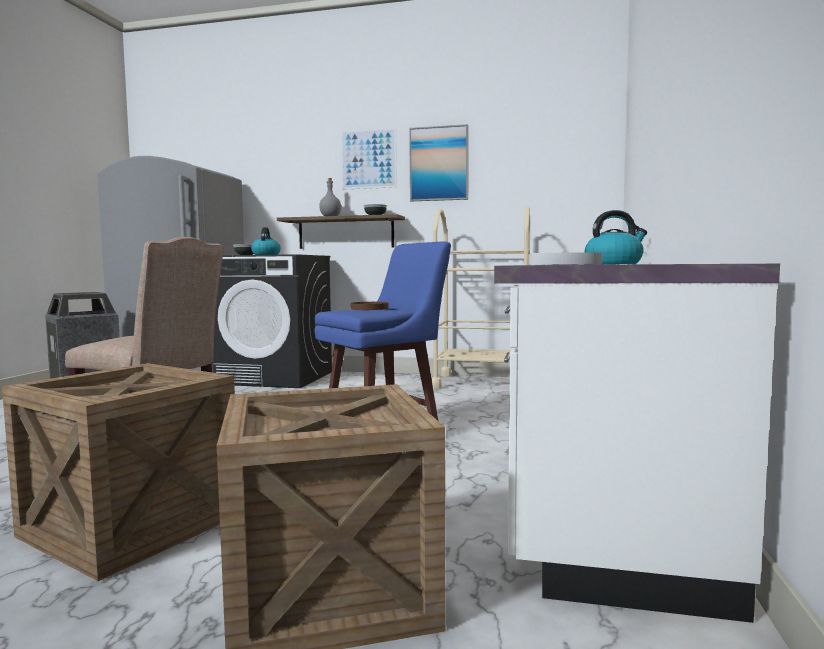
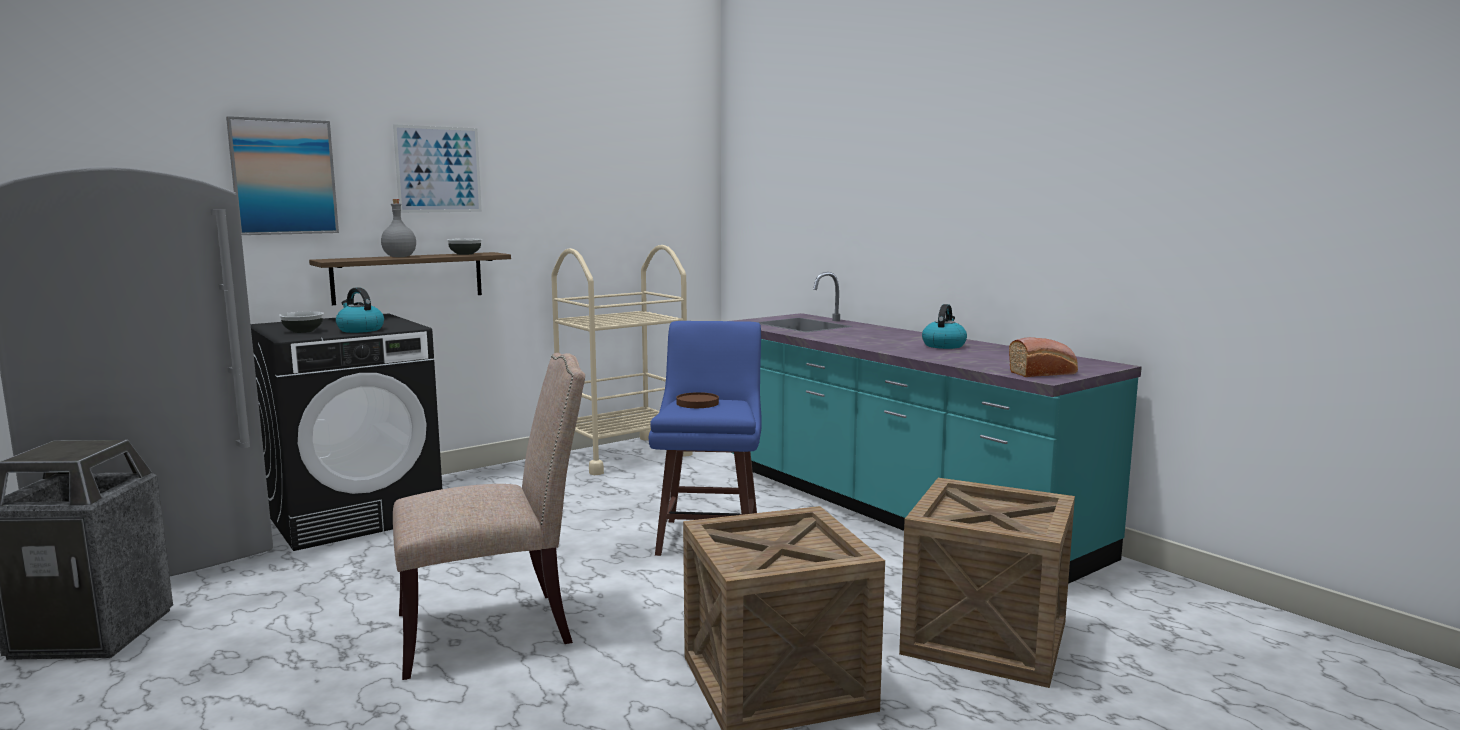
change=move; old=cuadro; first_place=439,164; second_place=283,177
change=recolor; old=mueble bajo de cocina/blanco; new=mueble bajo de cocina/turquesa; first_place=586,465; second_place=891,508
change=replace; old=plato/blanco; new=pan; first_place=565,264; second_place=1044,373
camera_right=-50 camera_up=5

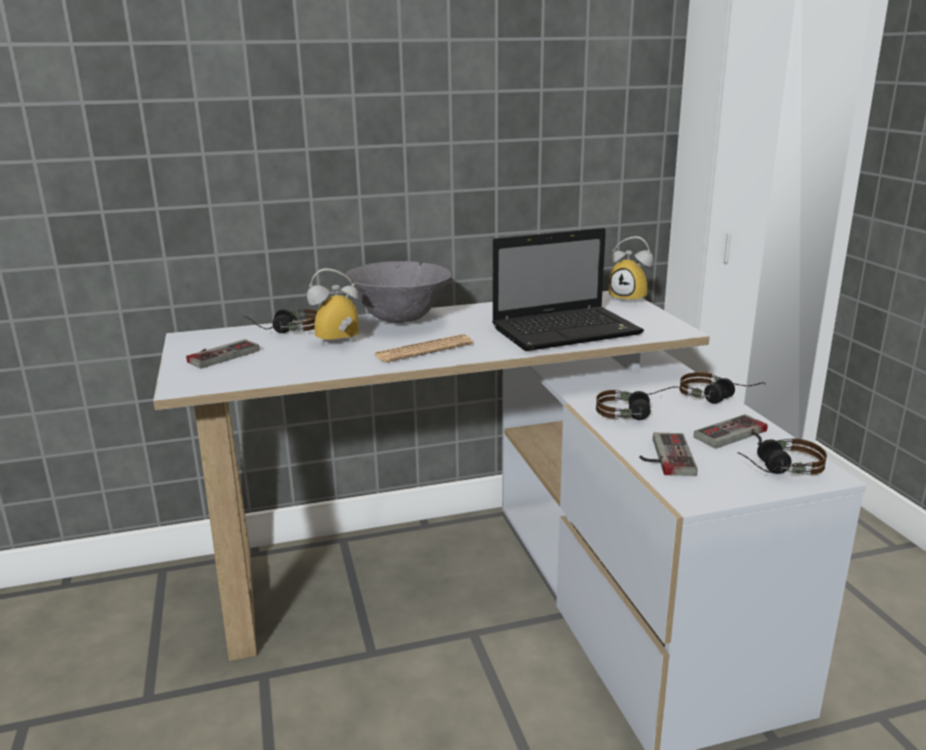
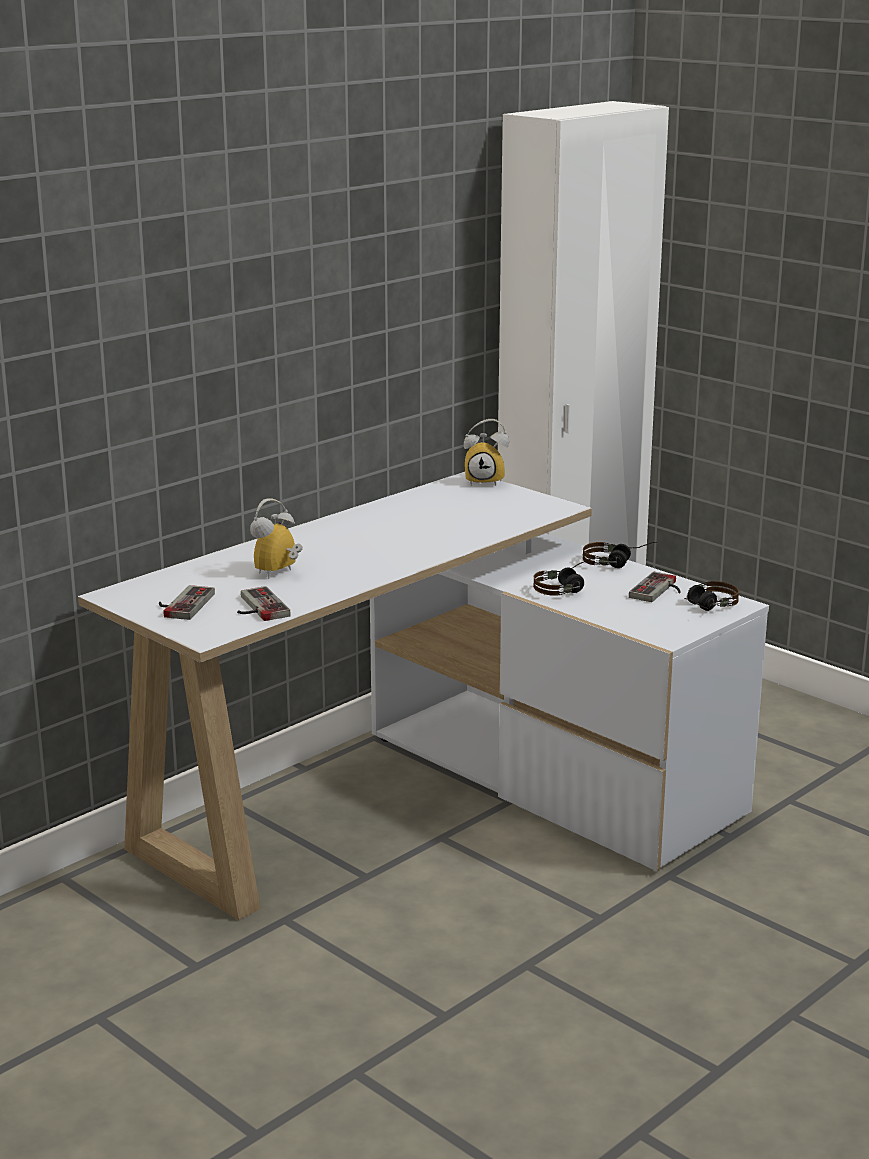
change=delete; old=portátil; first_place=568,330
change=delete; old=cuenco/gris; first_place=399,320
change=delete; old=auriculares; first_place=284,330
change=delete; old=periódico; first_place=423,350
change=move; old=mando de consola; first_place=664,456; second_place=257,607
camera_right=-30 camera_up=0

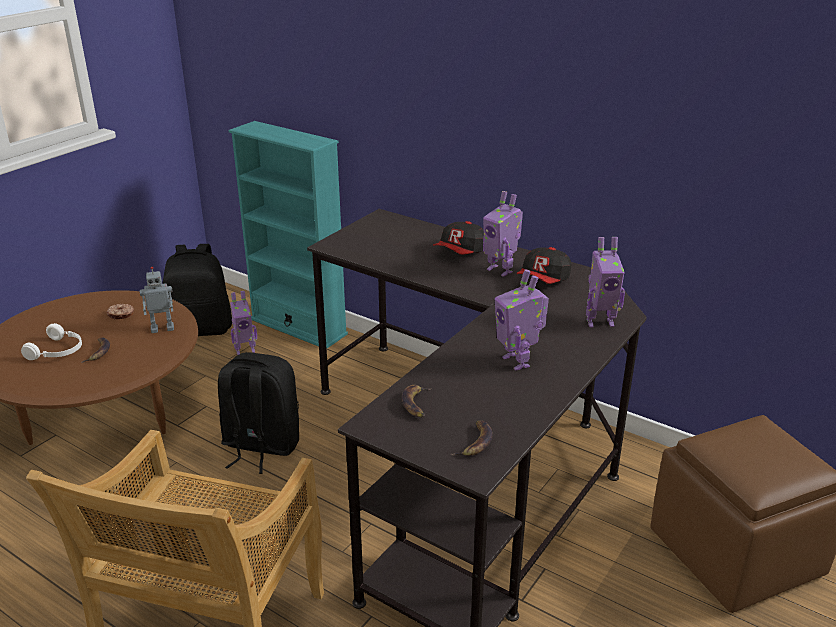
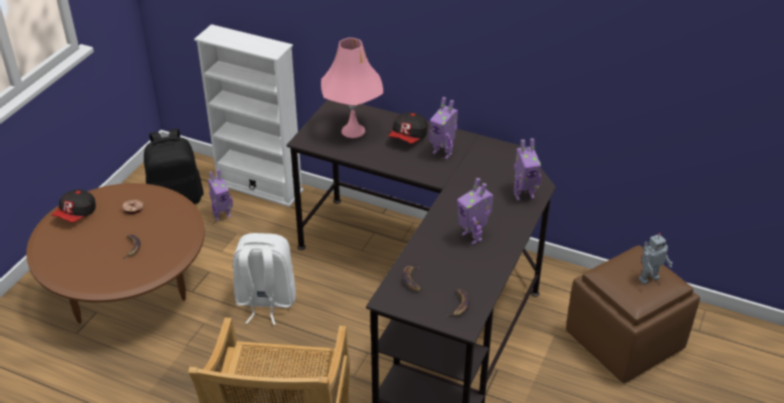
change=recolor; old=estantería/turquesa; new=estantería/blanco; first_place=298,326; second_place=259,187
change=move; old=gorra; first_place=544,280; second_place=76,214
change=move; old=robot de juguete; first_place=162,328; second_place=648,278
change=delete; old=auriculares/blanco; first_place=58,351
change=recolor; old=mochila/negro; new=mochila/blanco; first_place=260,446; second_place=265,301
change=insert; new=lámpara de mesa/rosa; second_place=353,130
camera_right=-10 camera_up=10

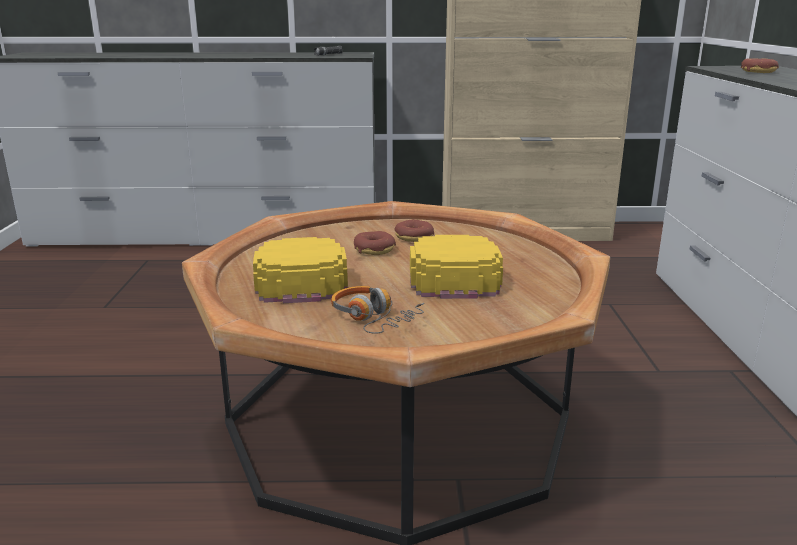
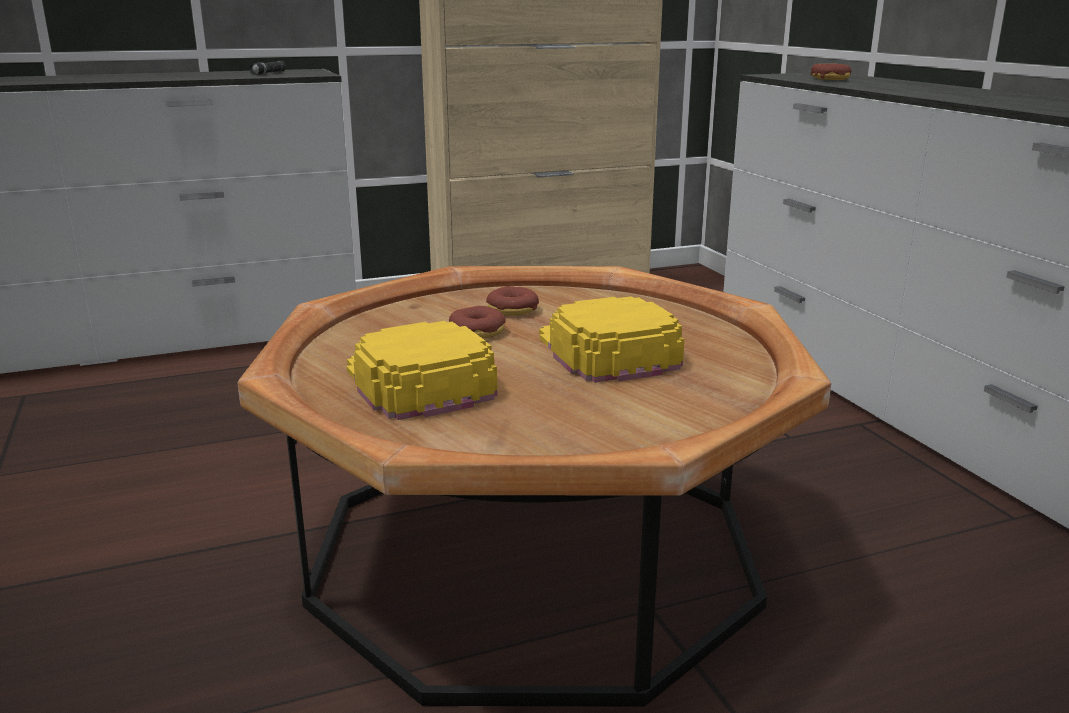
change=delete; old=auriculares; first_place=373,318
camera_right=-20 camera_up=0

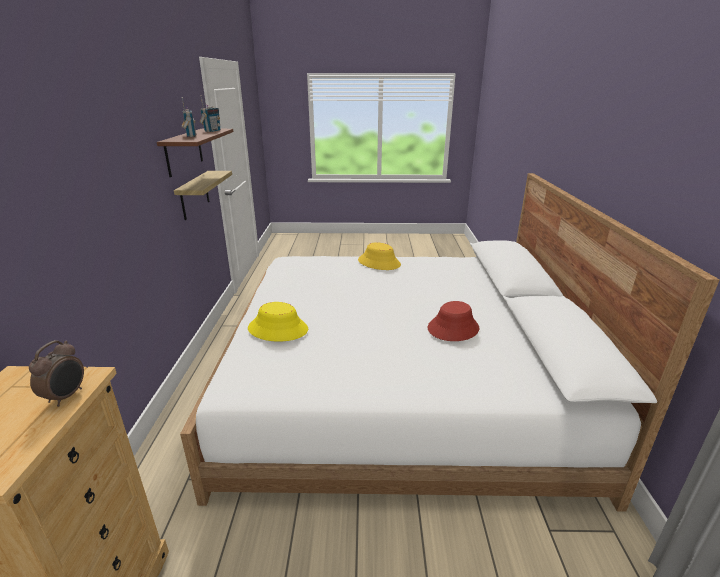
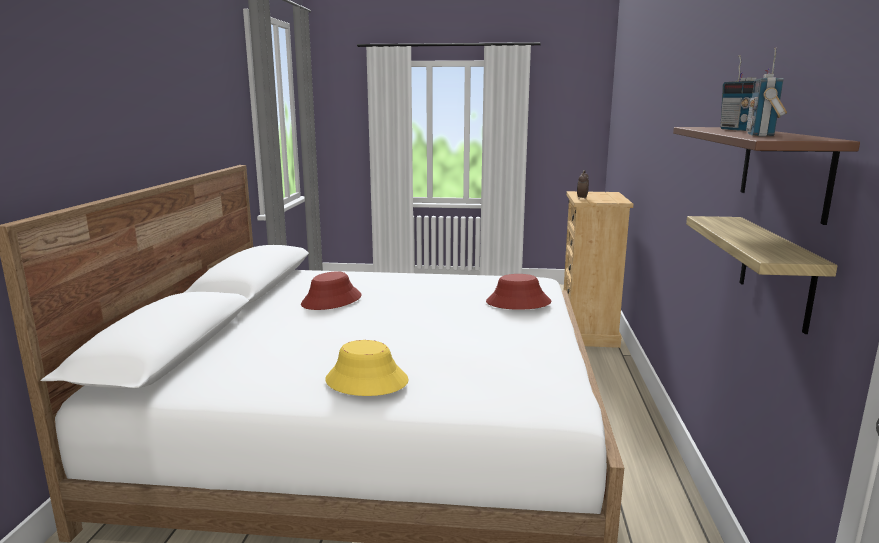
change=recolor; old=sombrero/amarillo; new=sombrero/rojo; first_place=278,329; second_place=518,302
camera_right=-175 camera_up=-10

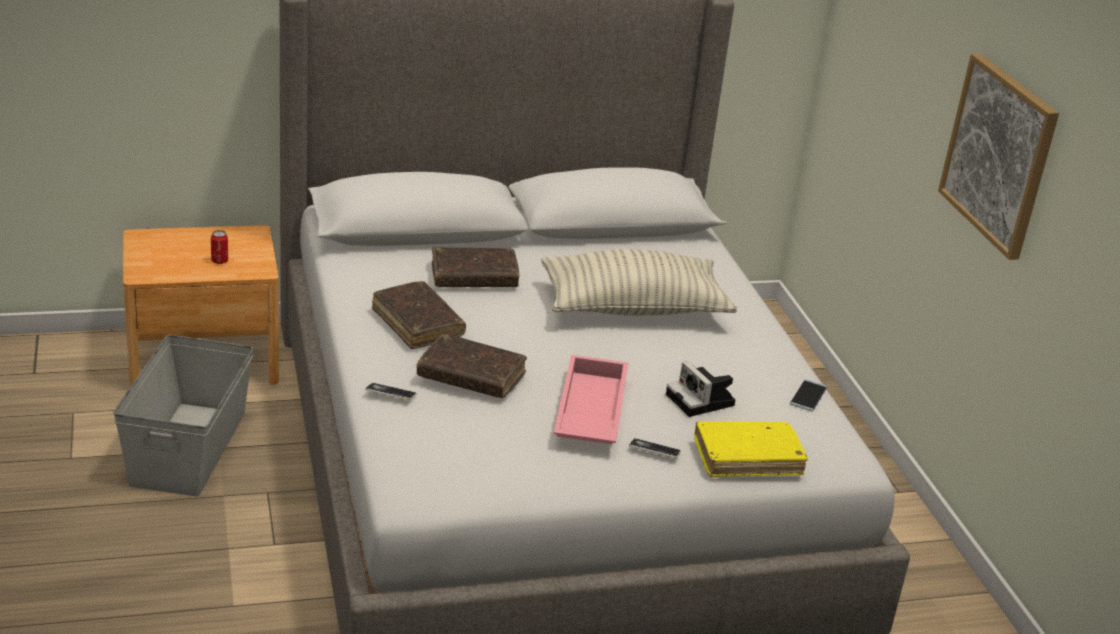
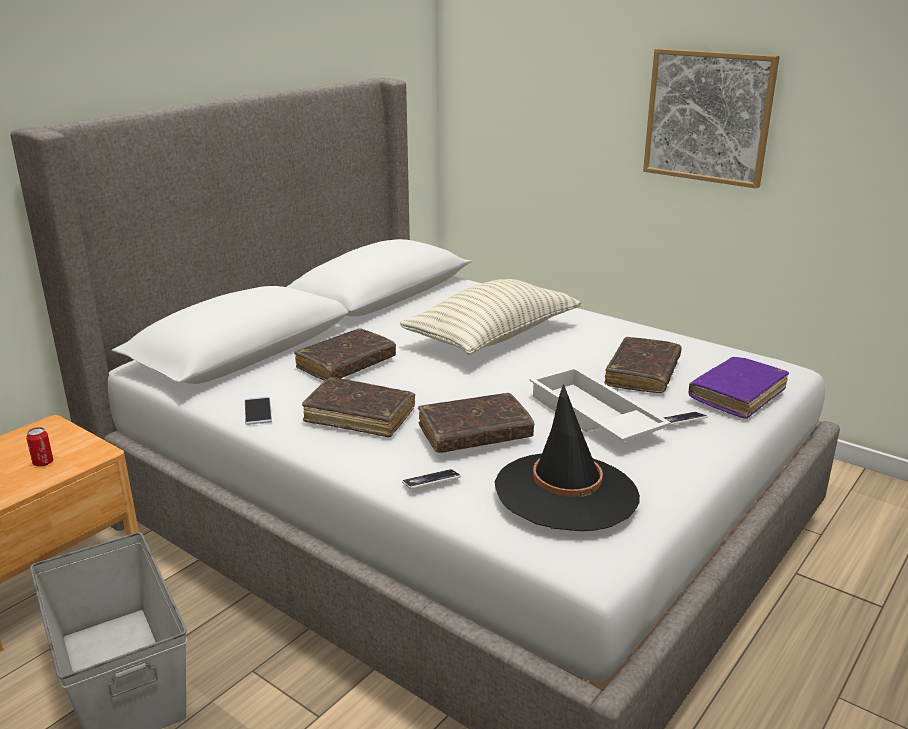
change=recolor; old=bandeja/rosa; new=bandeja/blanco; first_place=588,411; second_place=592,417
change=replace; old=cámara; new=libro/marrón; first_place=702,401; second_place=642,374
change=move; old=móvil; first_place=808,396; second_place=258,411
change=recolor; old=libro/amarillo; new=libro/morado; first_place=747,458; second_place=737,395
change=insert; new=sombrero/negro; second_place=566,492
camera_right=-35 camera_up=-5

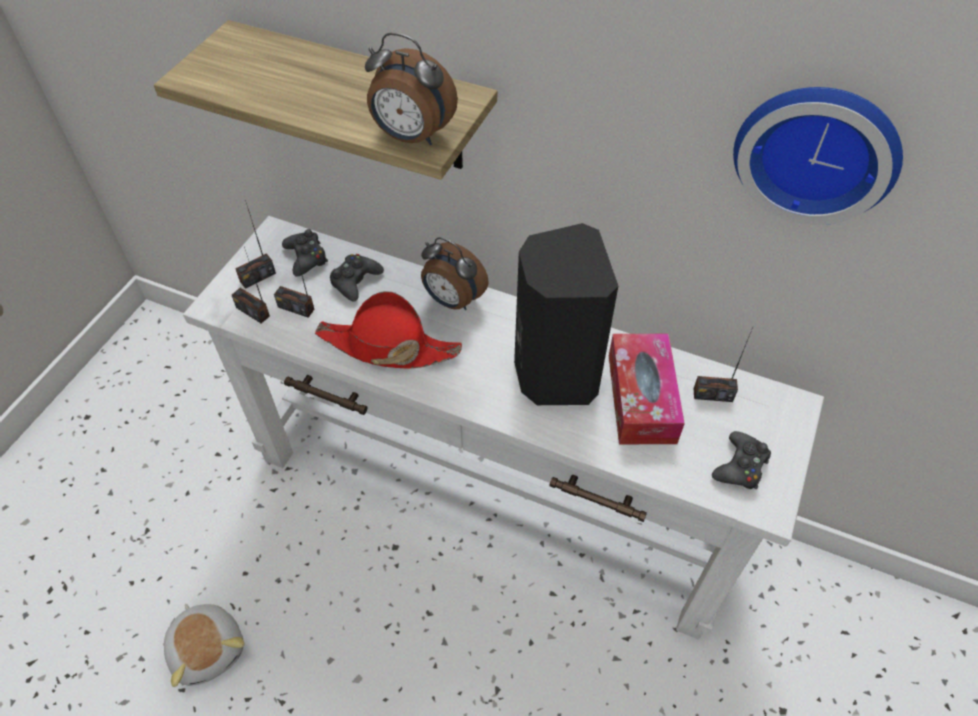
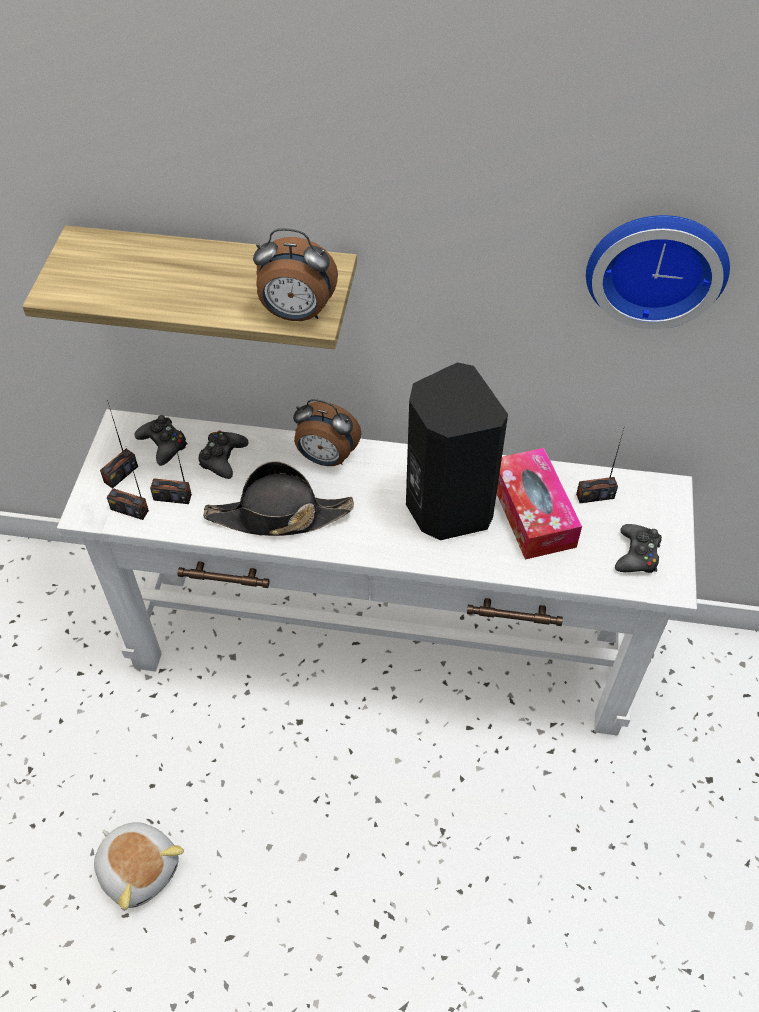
change=recolor; old=sombrero/rojo; new=sombrero/negro; first_place=388,346; second_place=278,516
camera_right=-15 camera_up=0

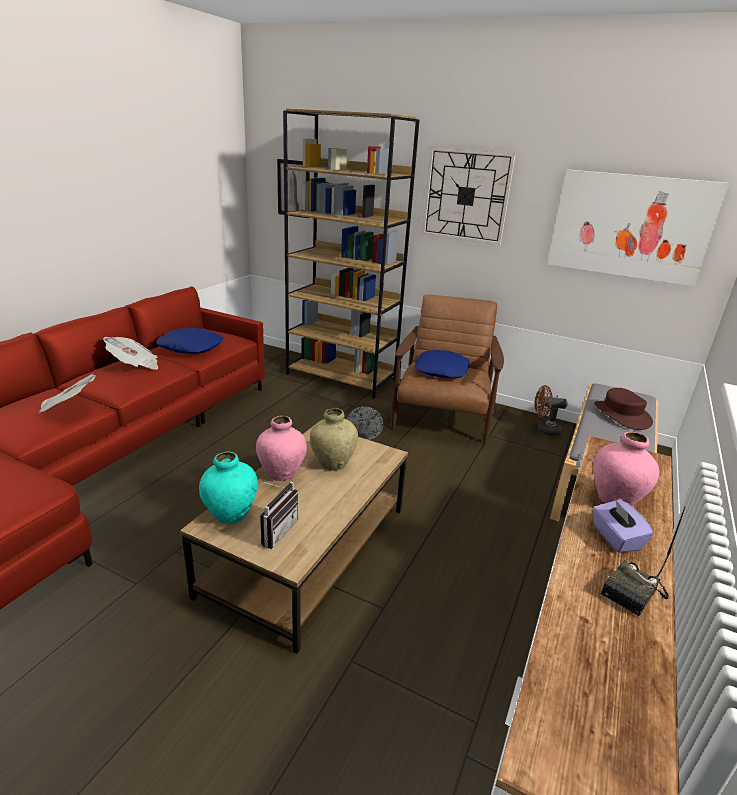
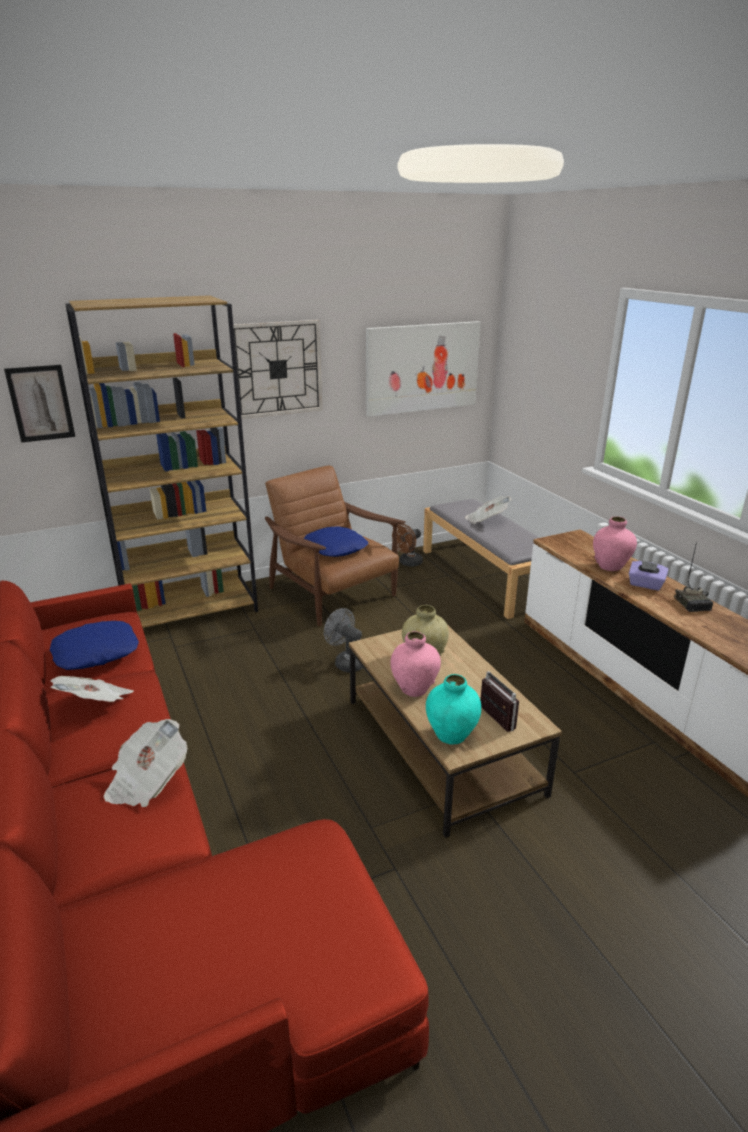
change=replace; old=sombrero/marrón; new=periódico; first_place=621,415; second_place=486,520
camera_right=-50 camera_up=0

